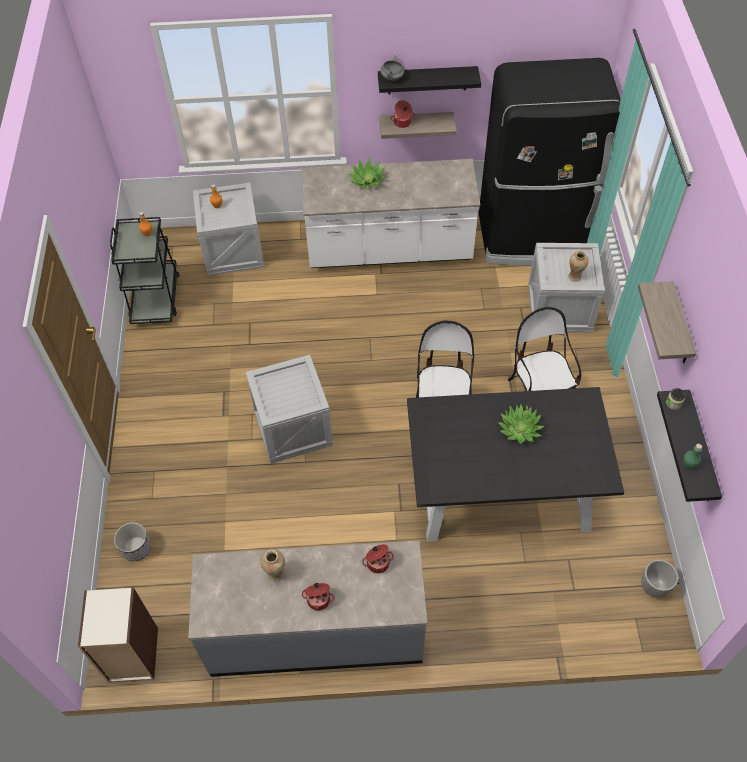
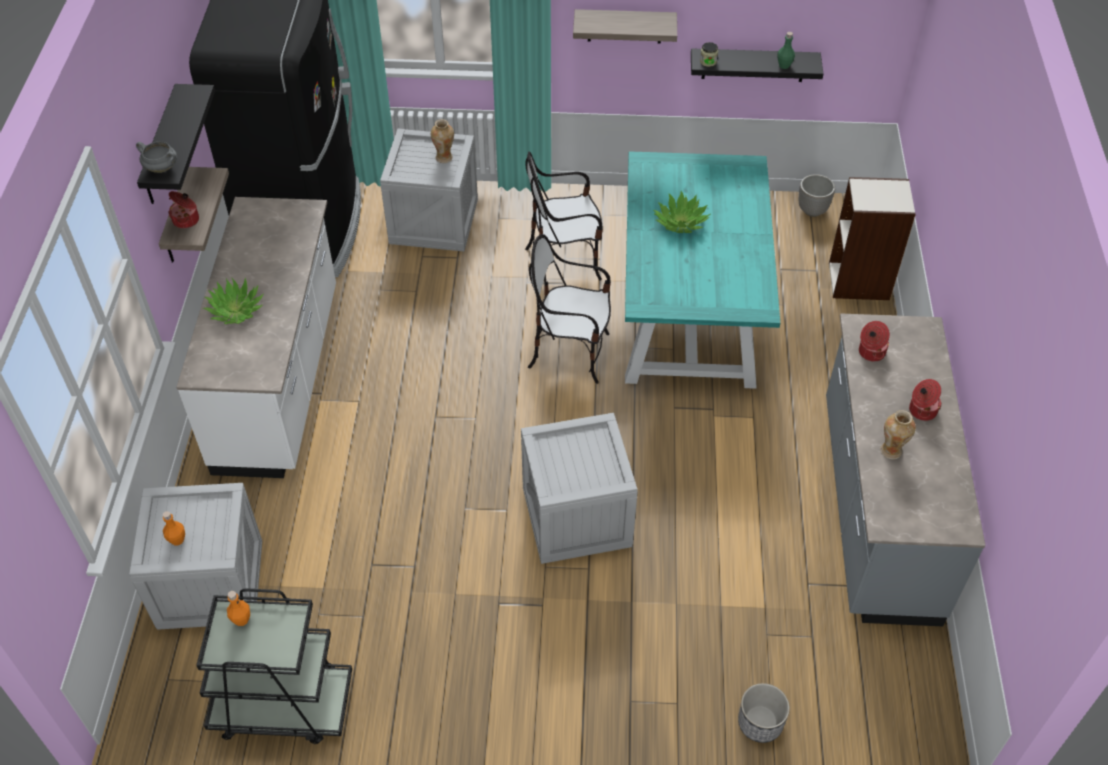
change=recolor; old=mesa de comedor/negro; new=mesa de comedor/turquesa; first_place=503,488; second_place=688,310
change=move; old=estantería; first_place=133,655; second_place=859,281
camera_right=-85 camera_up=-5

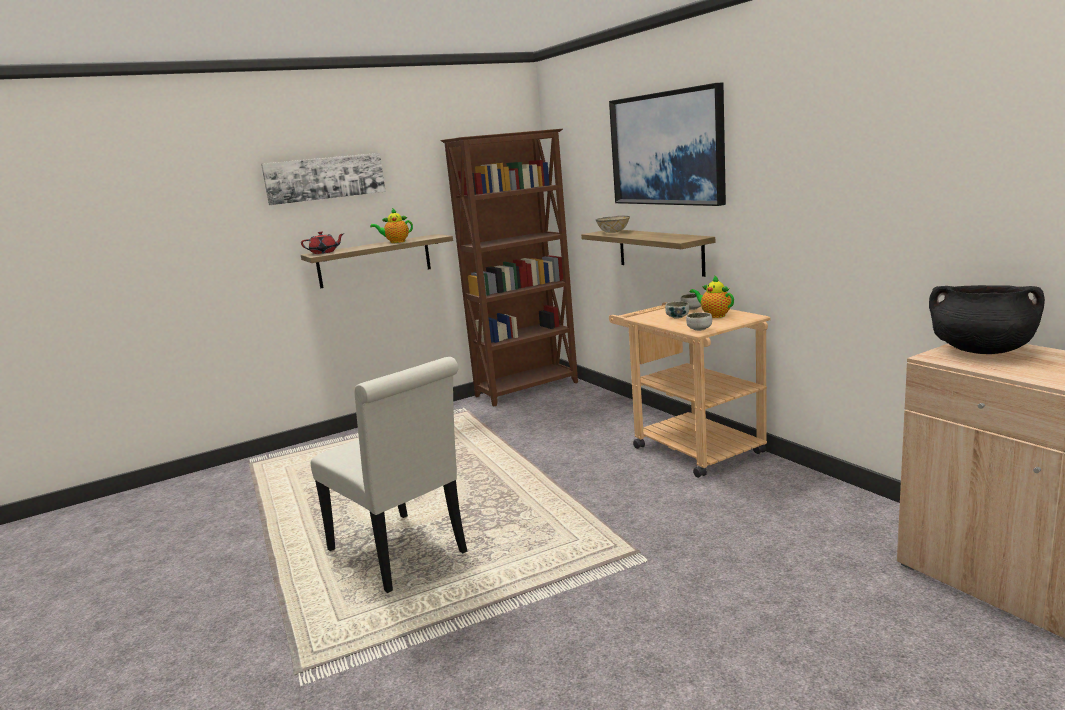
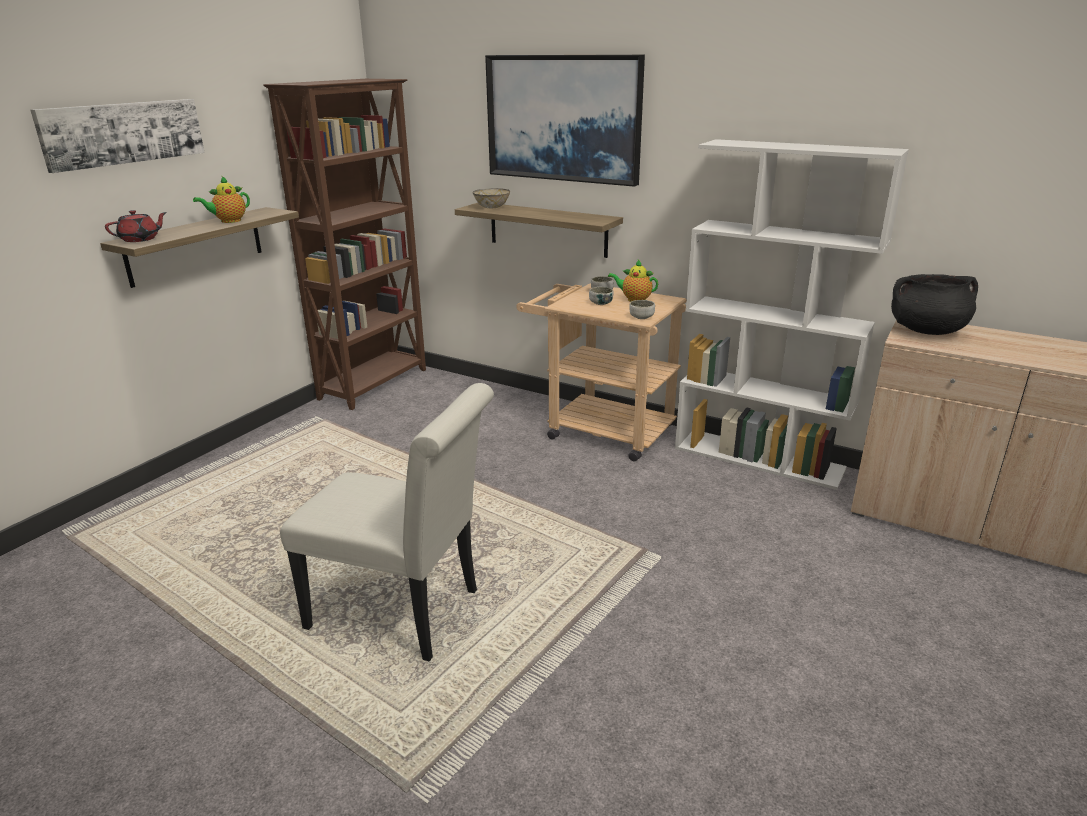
change=insert; new=estantería/blanco; second_place=759,458
camera_right=-30 camera_up=10

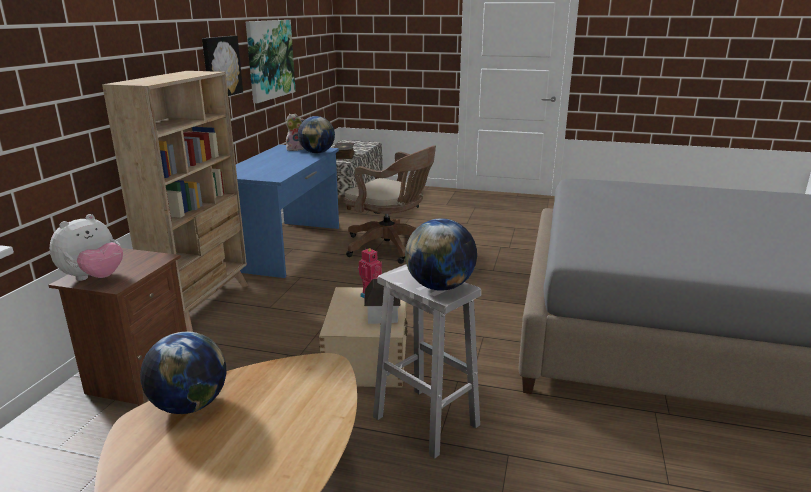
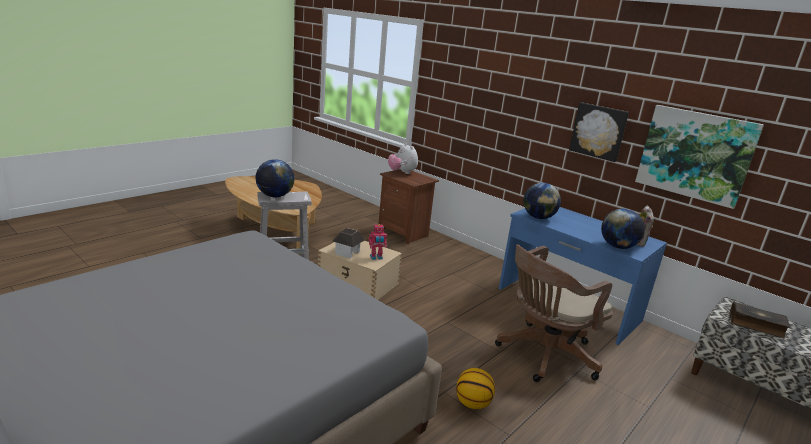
change=delete; old=estantería/beis; first_place=203,304
change=move; old=globo terráqueo; first_place=189,405; second_place=538,217
change=insert; new=balón de baloncesto; second_place=472,403
camera_right=115 camera_up=0

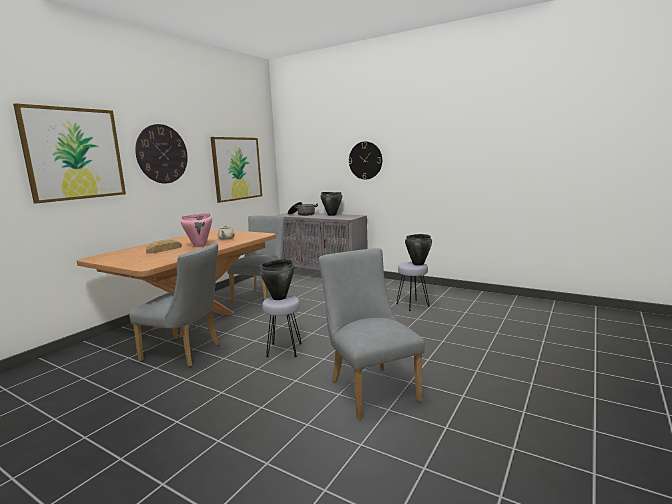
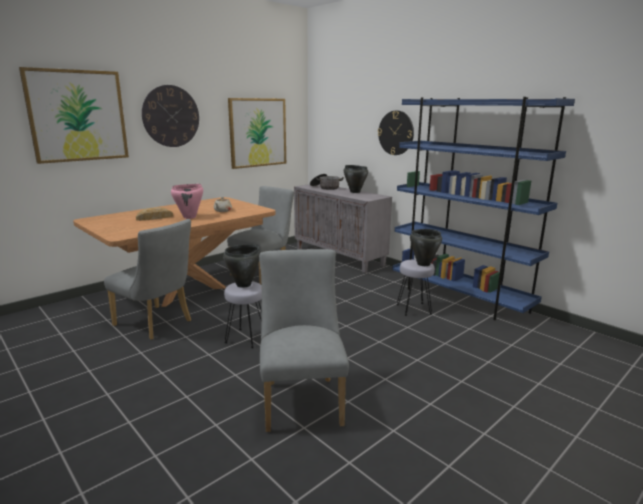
change=insert; new=estantería/azul; second_place=459,298
camera_right=15 camera_up=5

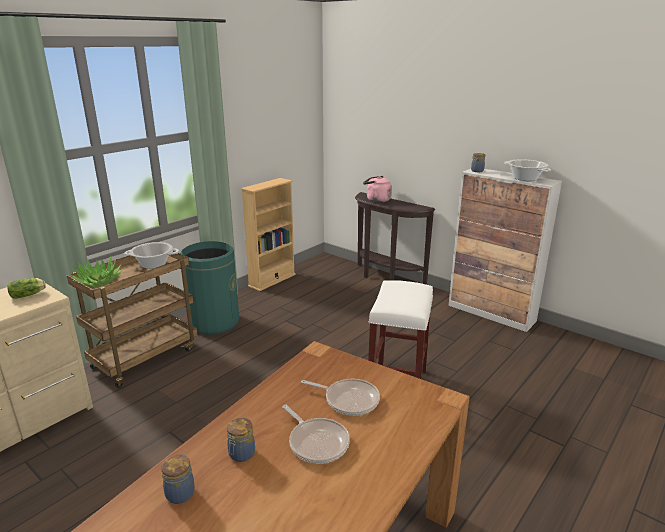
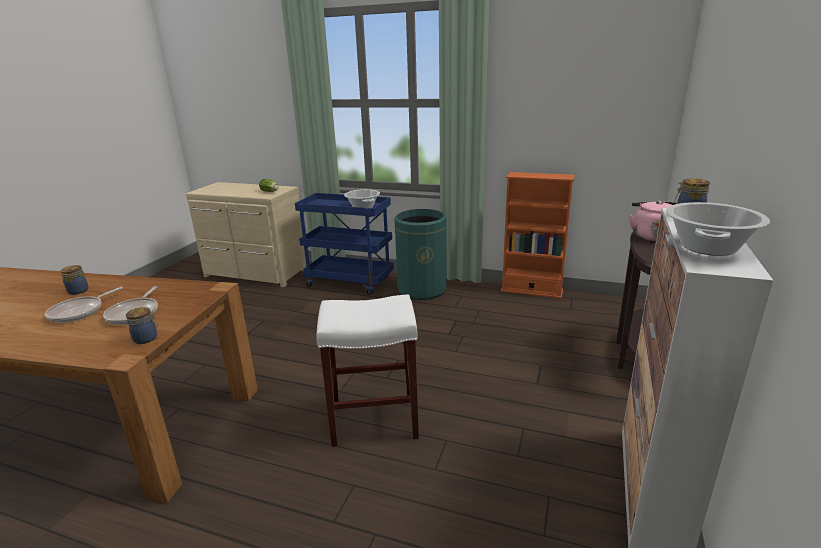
change=recolor; old=estantería/beis; new=estantería/naranja; first_place=272,280; second_place=531,290
change=recolor; old=carrito/marrón; new=carrito/azul; first_place=145,357; second_place=351,282
change=delete; old=planta en maceta; first_place=98,281
change=move; old=tarro; first_place=181,492; second_place=146,339
camera_right=70 camera_up=0

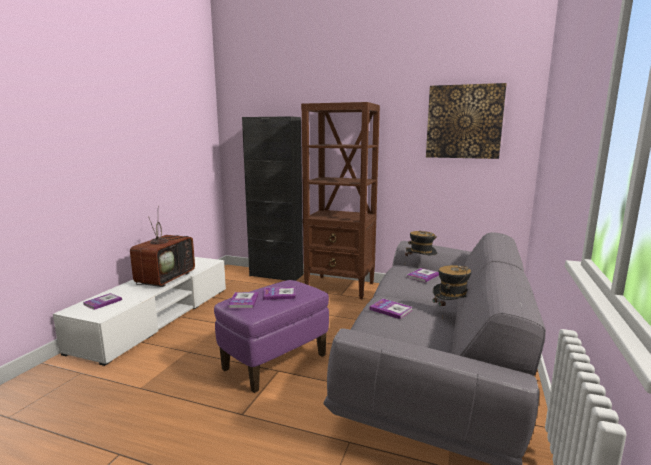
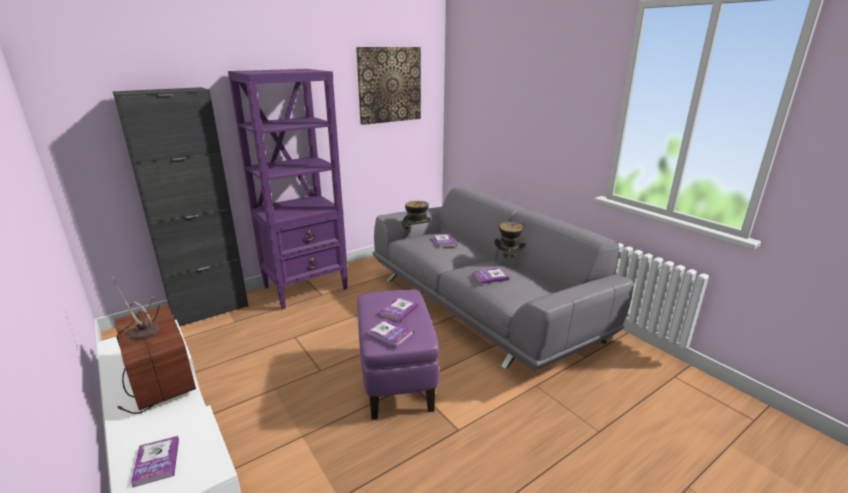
change=recolor; old=estantería/marrón; new=estantería/morado; first_place=340,287; second_place=306,288
camera_right=-55 camera_up=10

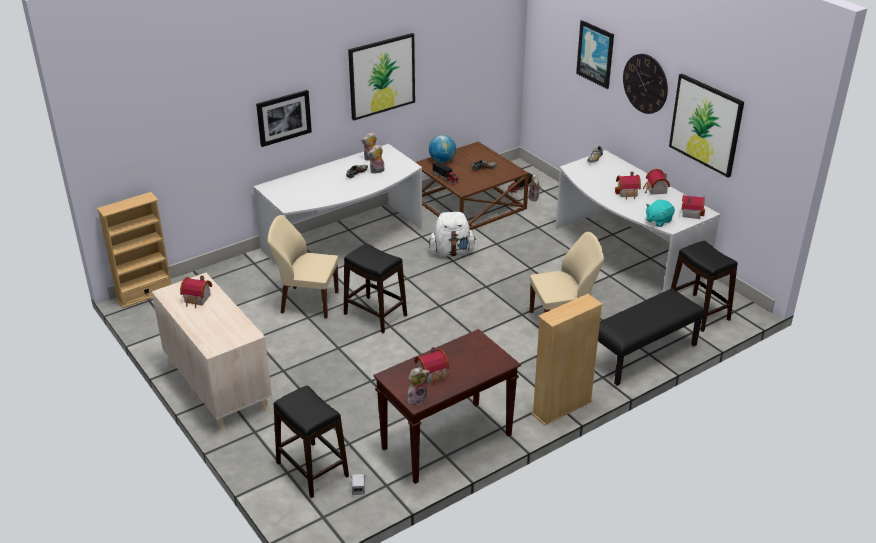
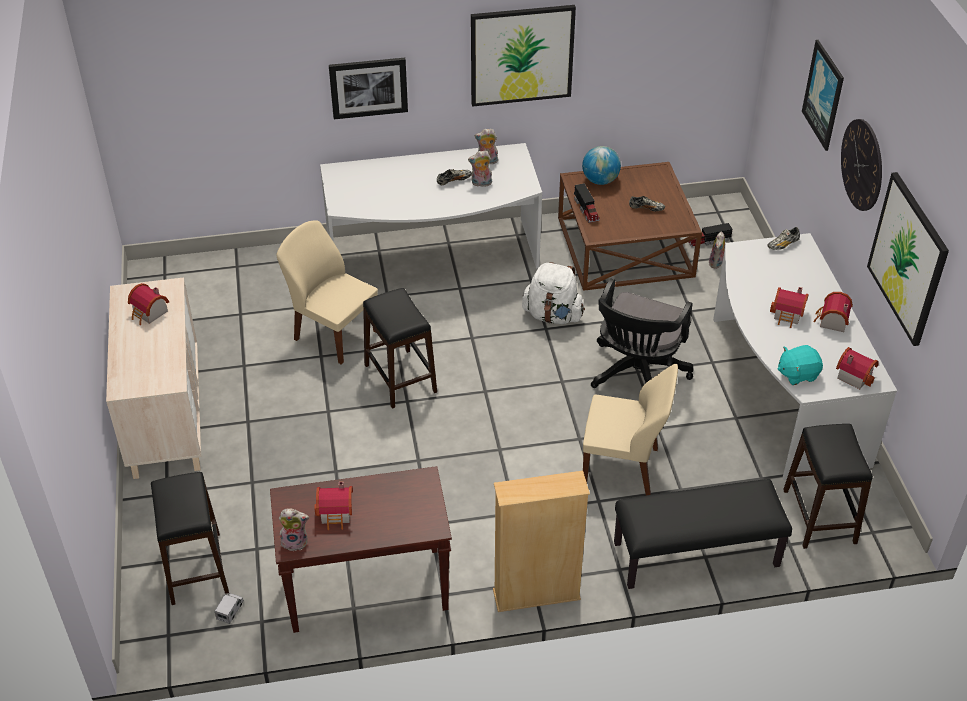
change=delete; old=estantería/beis; first_place=145,294
change=insert; new=silla de oficina/negro; second_place=636,375
camera_right=25 camera_up=10

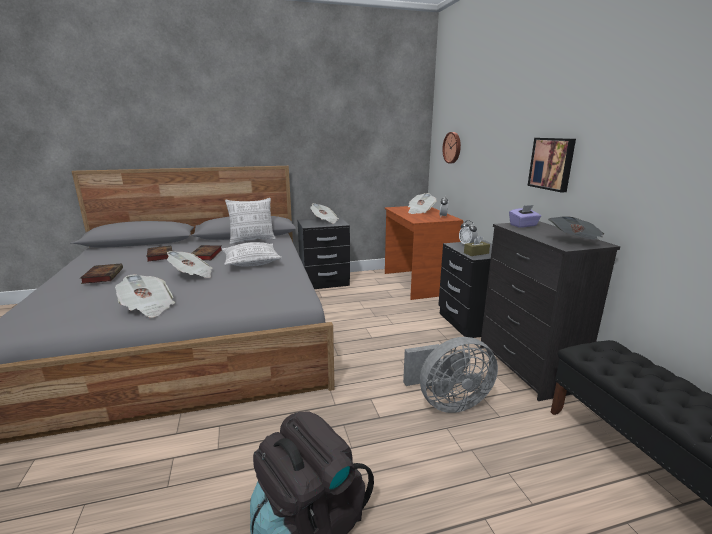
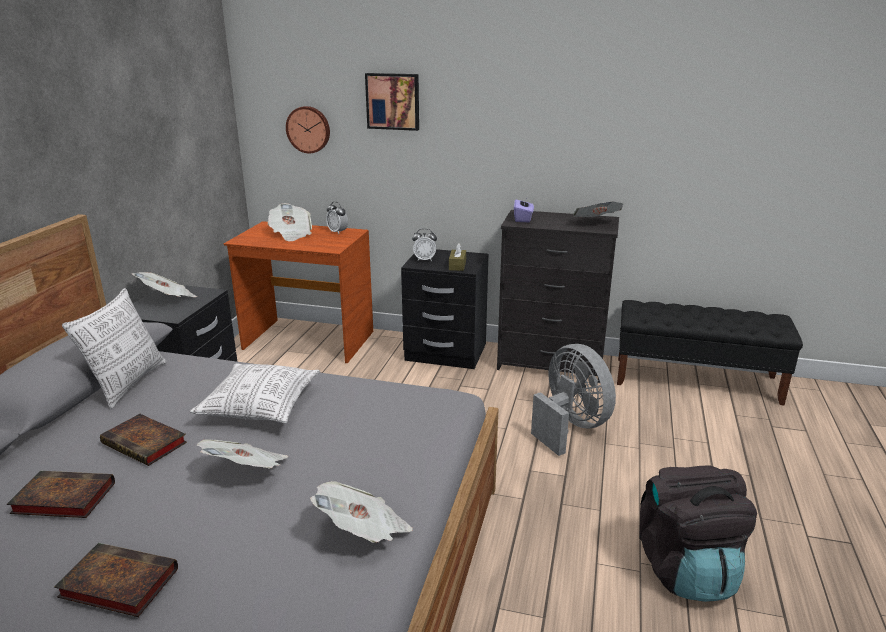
change=move; old=cuadro; first_place=552,163; second_place=393,101
change=rotate; old=ventilador/gris; first_place=447,402; second_place=570,427; degrees=-45
camera_right=-60 camera_up=5

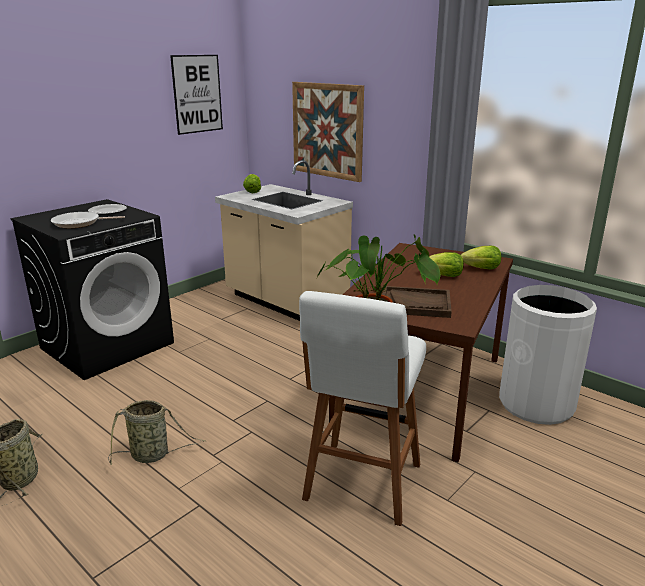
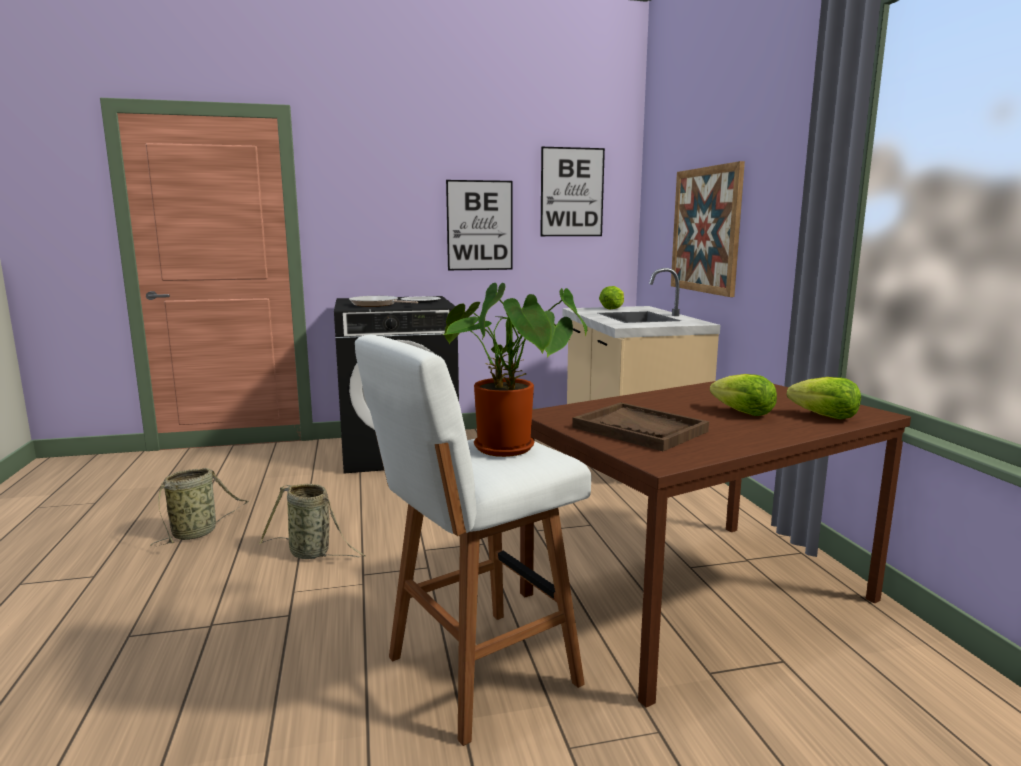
change=delete; old=papelera/blanco; first_place=536,404
change=insert; new=cuadro; second_place=479,225
camera_right=35 camera_up=-10

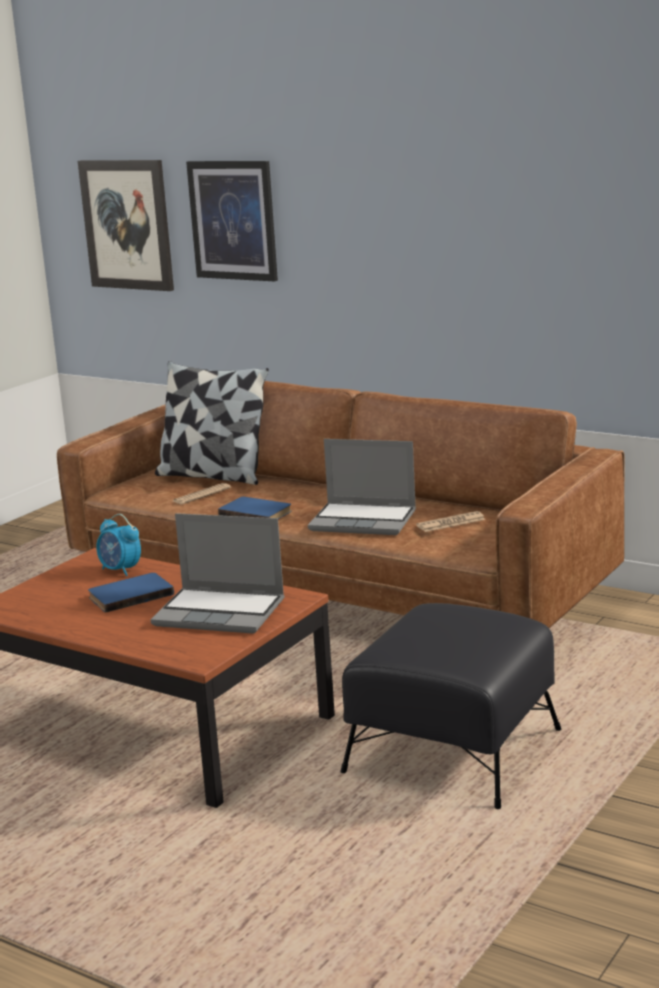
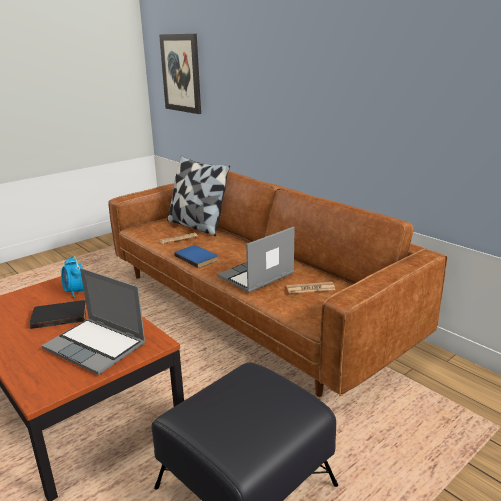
change=delete; old=cuadro; first_place=233,220
change=rotate; old=portátil; first_place=364,521; second_place=256,276; degrees=105
change=recolor; old=libro/azul; new=libro/negro; first_place=130,595; second_place=59,315
camera_right=15 camera_up=5

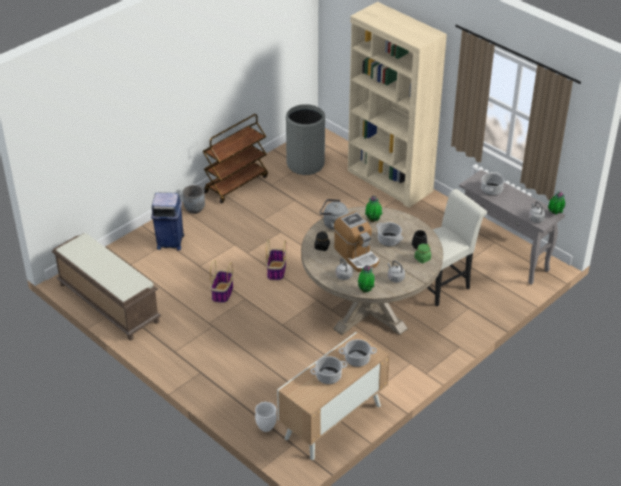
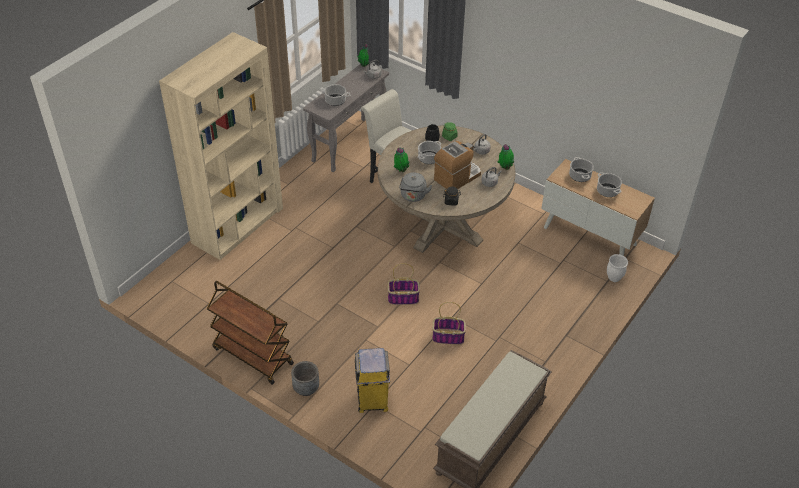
change=delete; old=papelera/gris; first_place=305,164
change=recolor; old=papelera/azul; new=papelera/amarillo; first_place=170,242; second_place=372,401
camera_right=-100 camera_up=5

